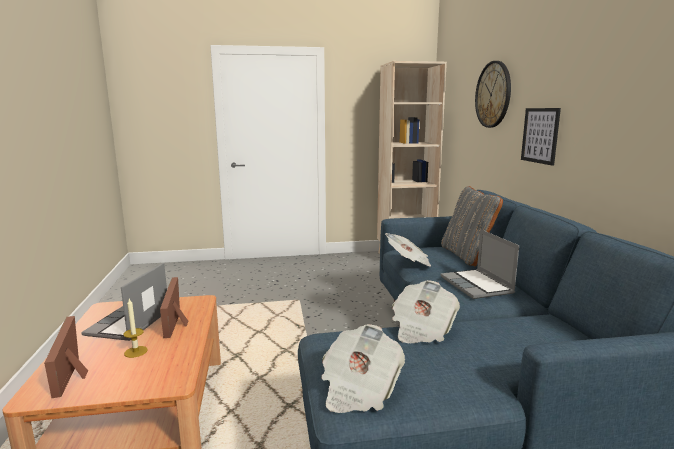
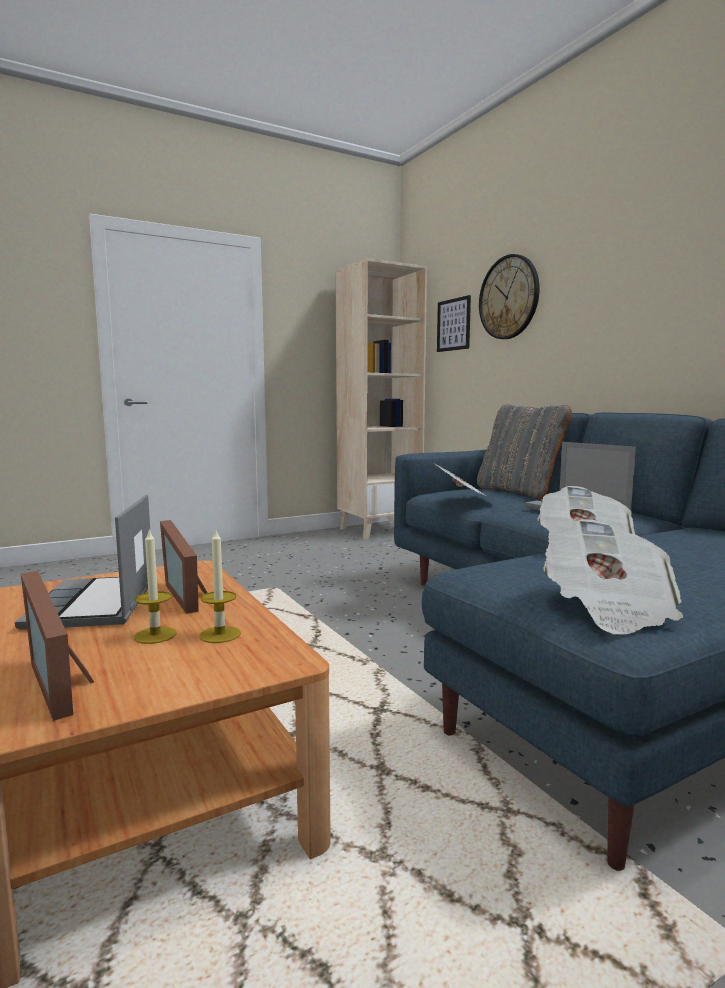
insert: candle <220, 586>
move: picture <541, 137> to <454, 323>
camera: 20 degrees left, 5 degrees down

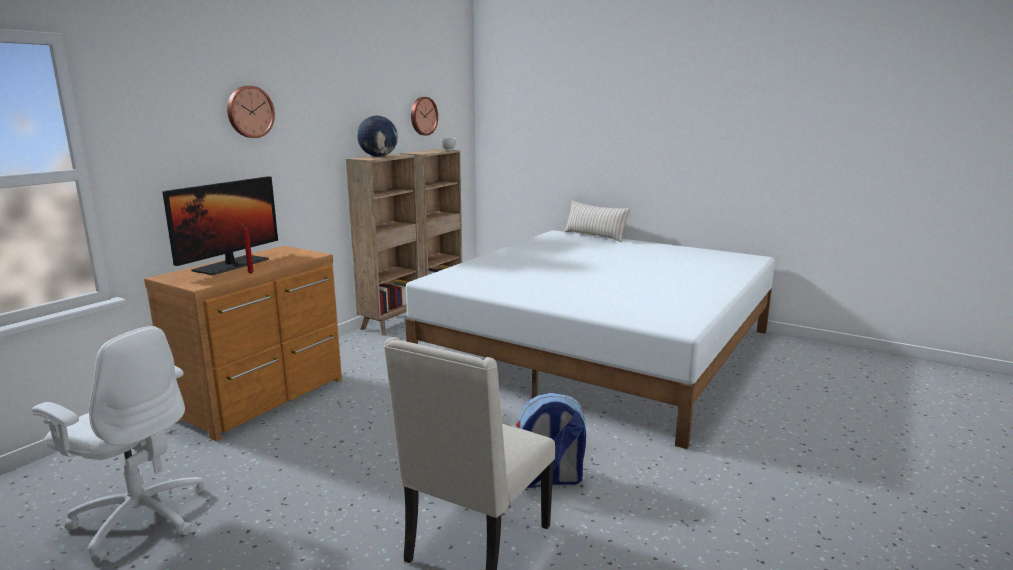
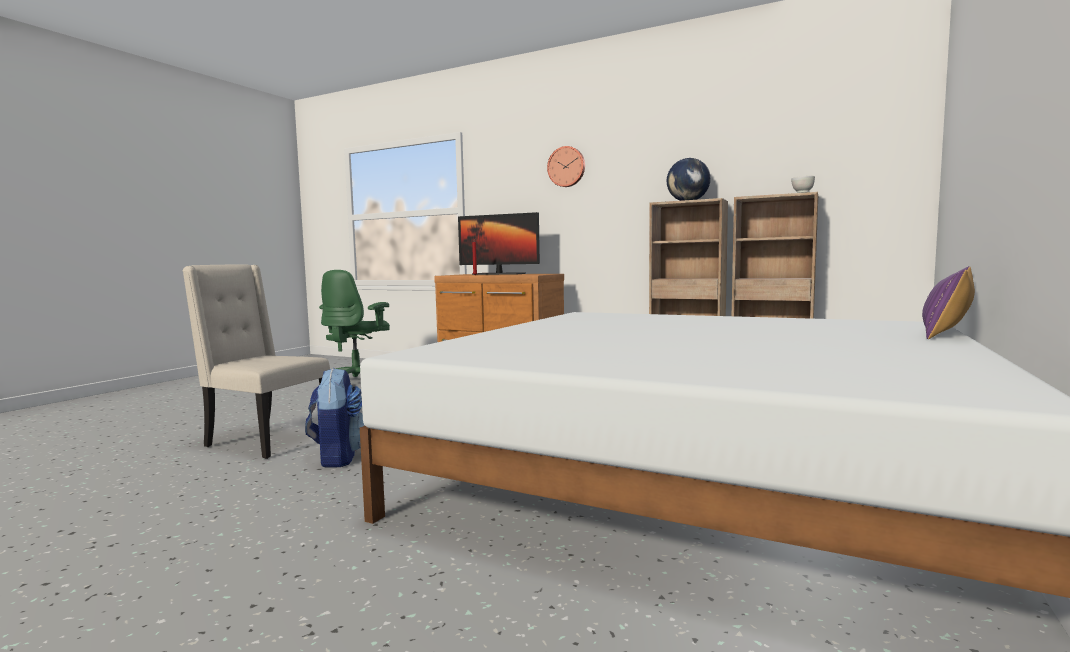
delete: wall clock <424, 116>
recolor: office chair (white) <118, 444> to office chair (green) <354, 323>; pillow (beige) <597, 221> to pillow (purple) <948, 302>
camera: 85 degrees right, 10 degrees down

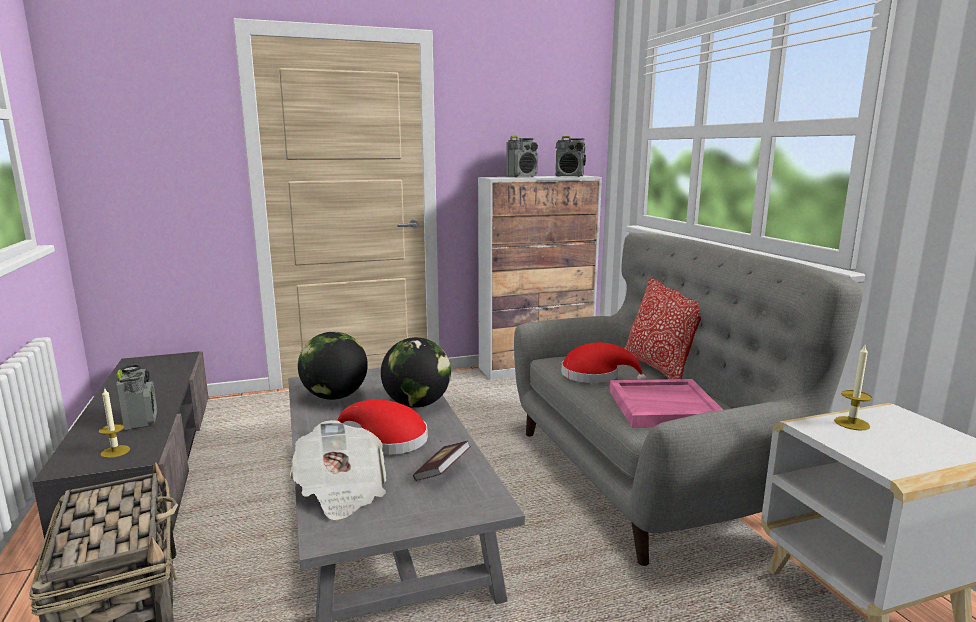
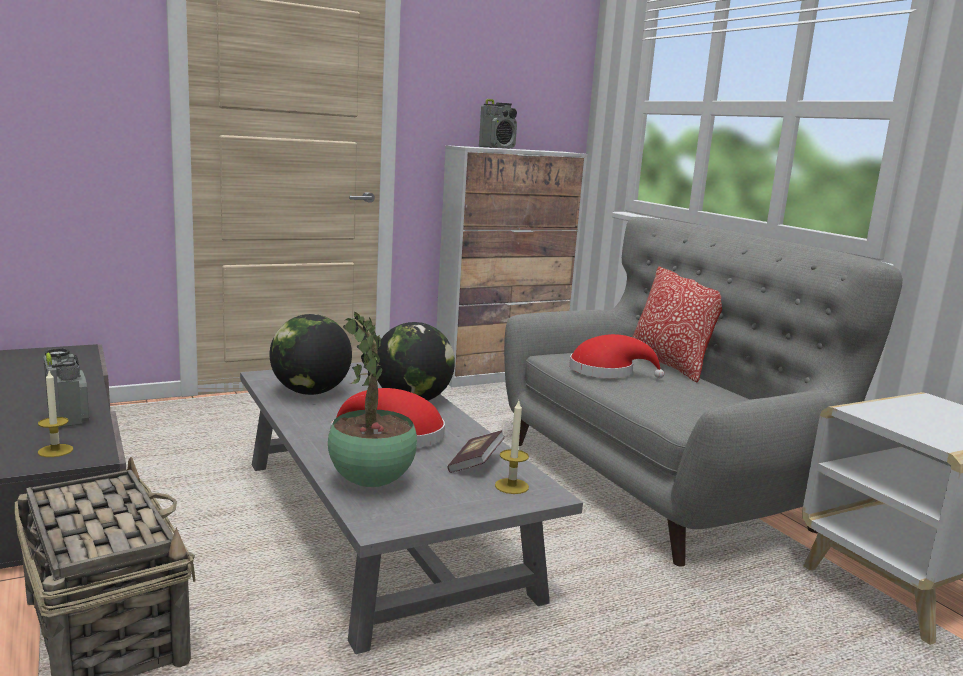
delete: radio <571, 156>; tray (pink) <666, 403>
move: candle <853, 387> to <512, 447>
replace: newspaper <338, 470> to potted plant <372, 399>
camera: 10 degrees left, 0 degrees up

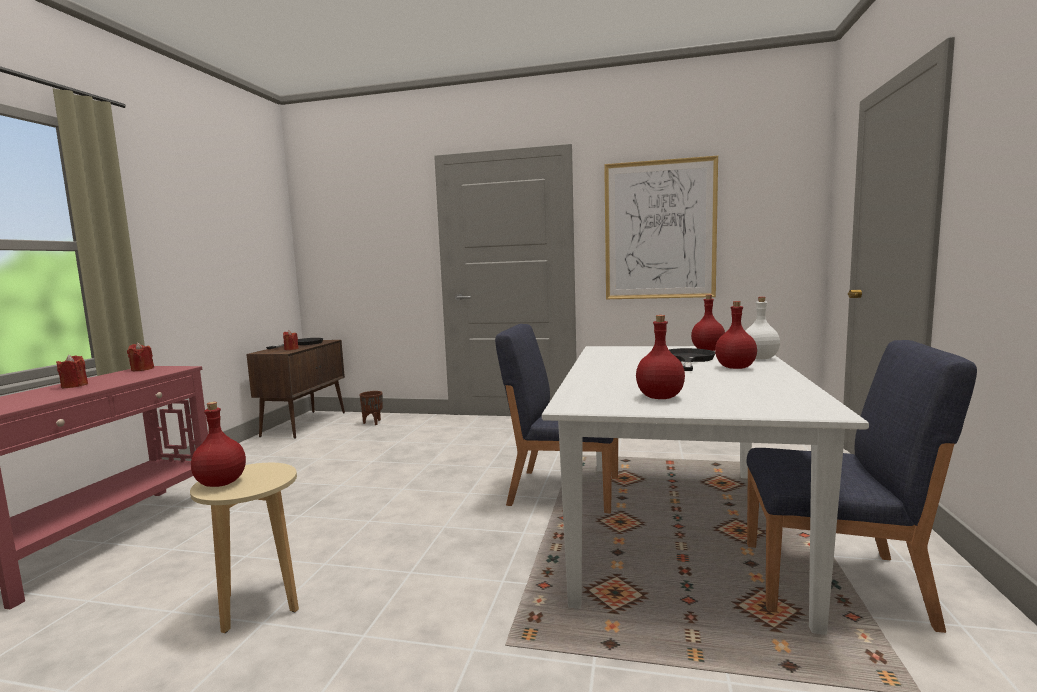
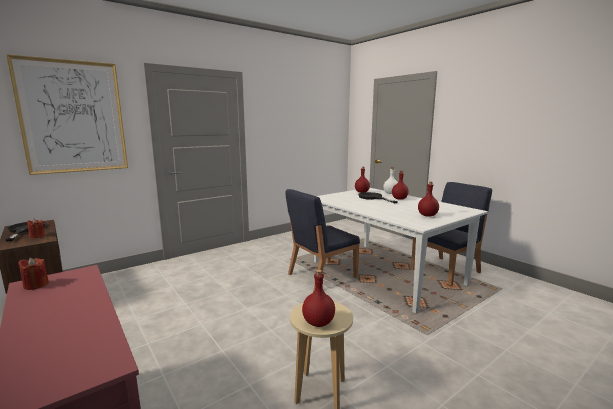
delete: candle (red) <72, 371>; planter (brown) <371, 408>
move: picture <661, 227> to <67, 114>
camera: 50 degrees left, 5 degrees up

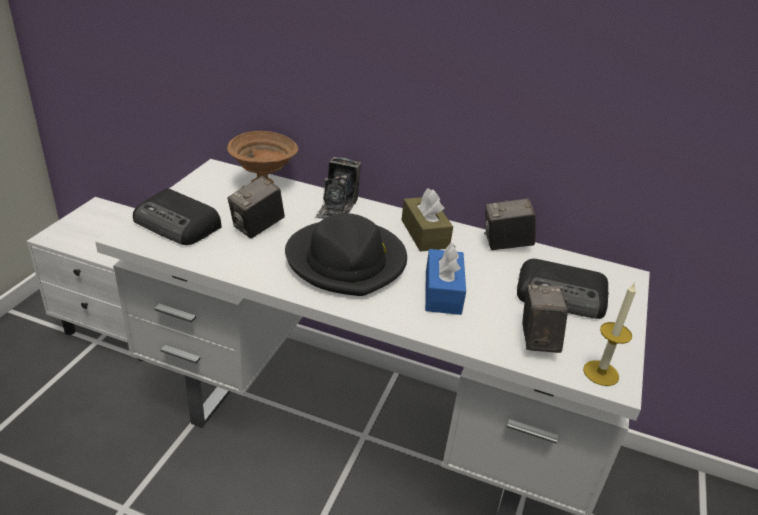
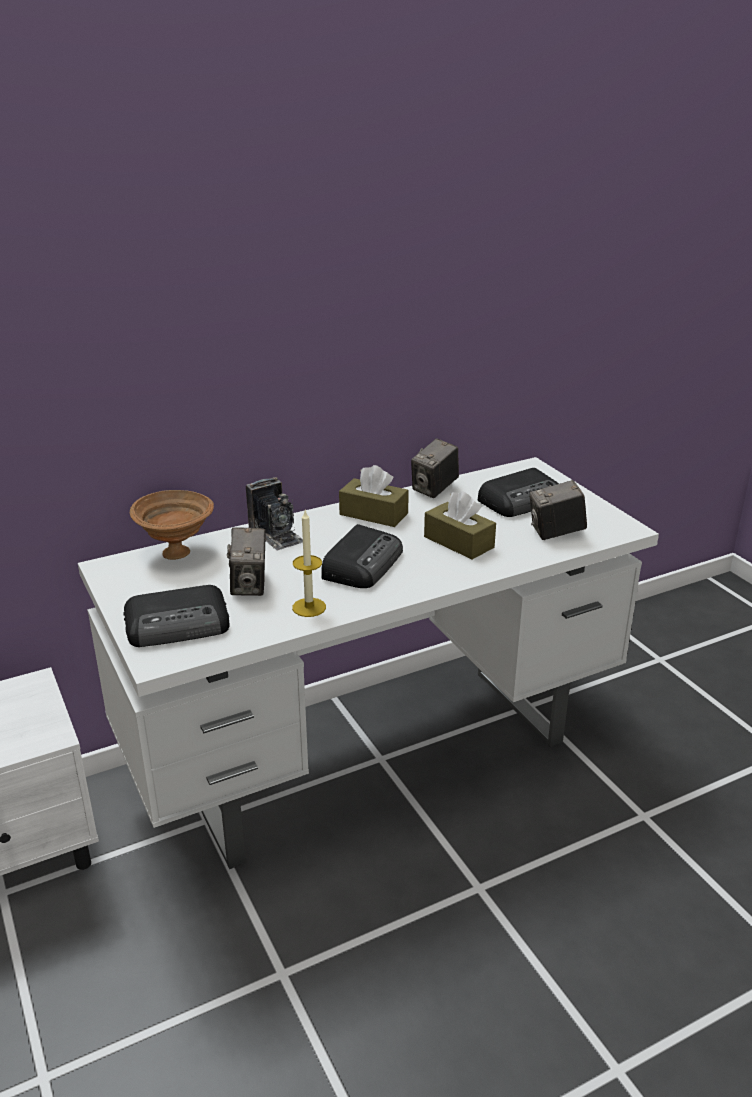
move: candle <609, 334> to <309, 563>
replace: hat (black) <346, 254> to radio <362, 556>
recolor: tissue box (blue) <445, 279> to tissue box (brown) <460, 525>
rotate: photo camera <545, 319> = <558, 510> 60 degrees counterclockwise
camera: 45 degrees left, 5 degrees down

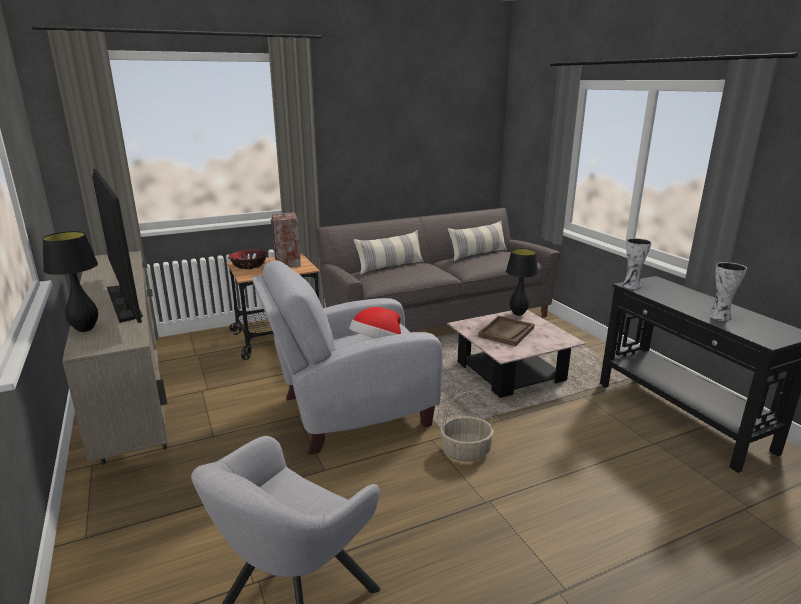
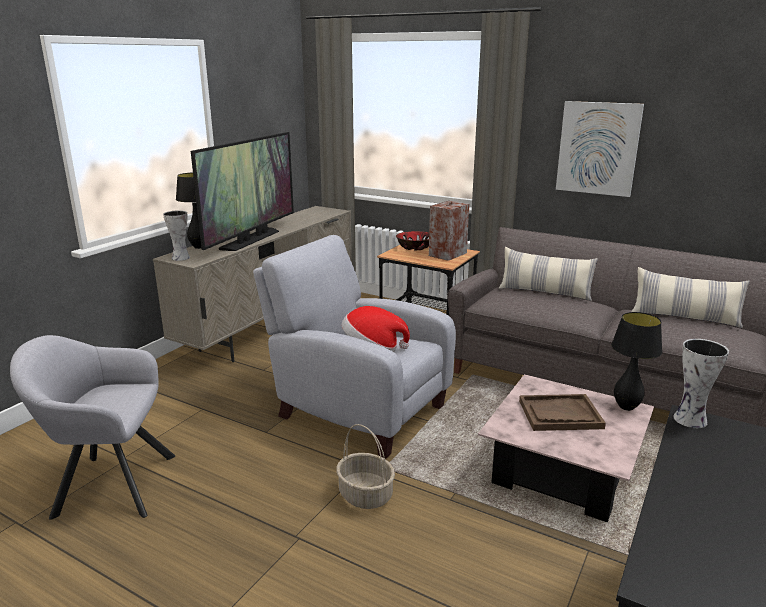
insert: picture <600, 149>
move: vase <727, 291> to <176, 235>
camera: 55 degrees right, 0 degrees up

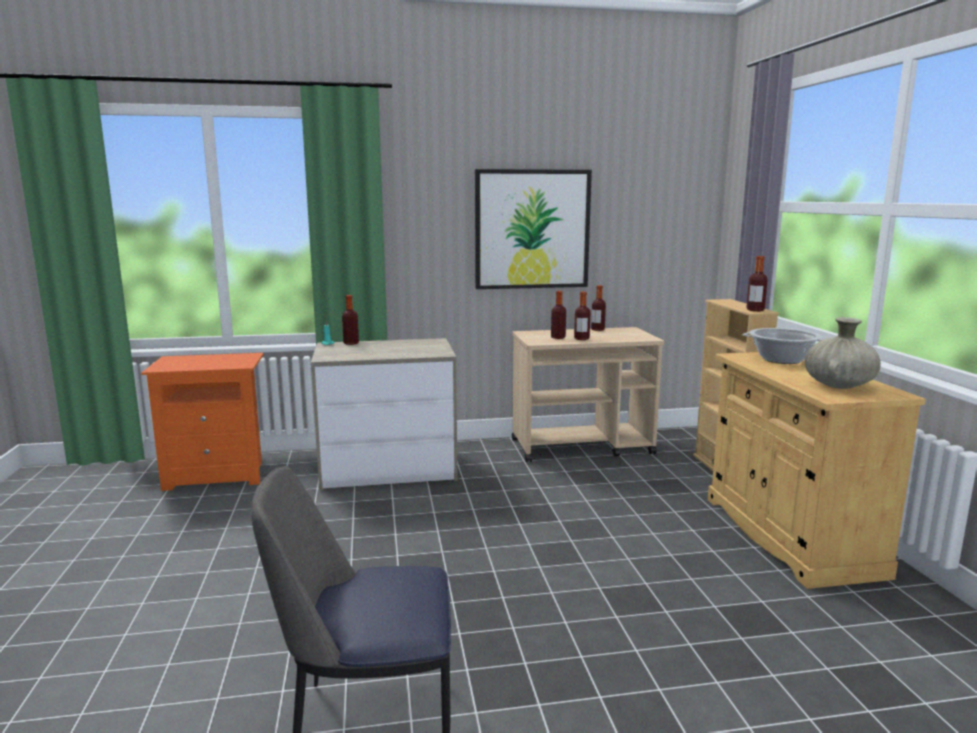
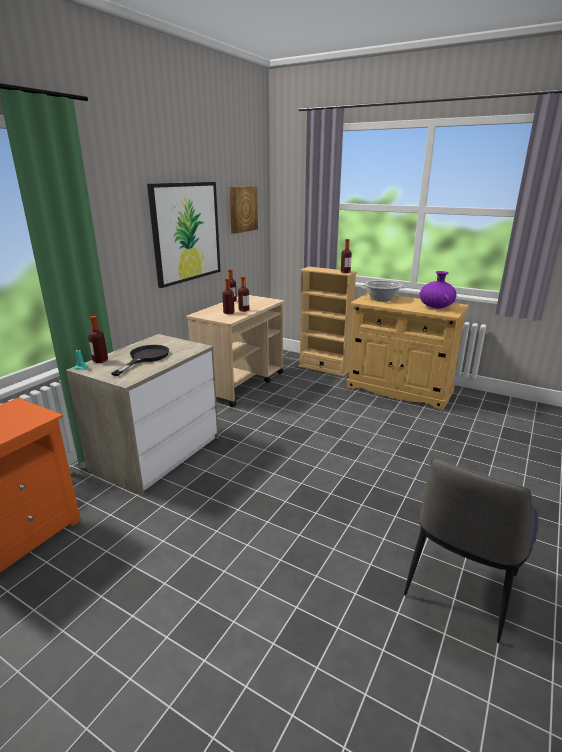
insert: frying pan (black) <140, 360>; picture <244, 210>
recolor: vase (beige) <843, 353> to vase (purple) <438, 290>
camera: 50 degrees left, 10 degrees up

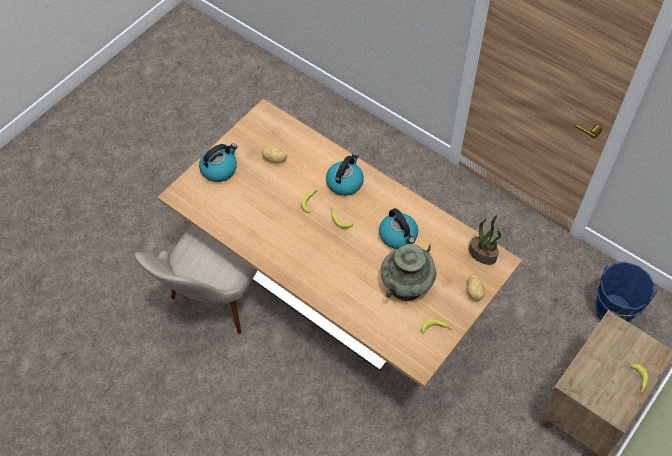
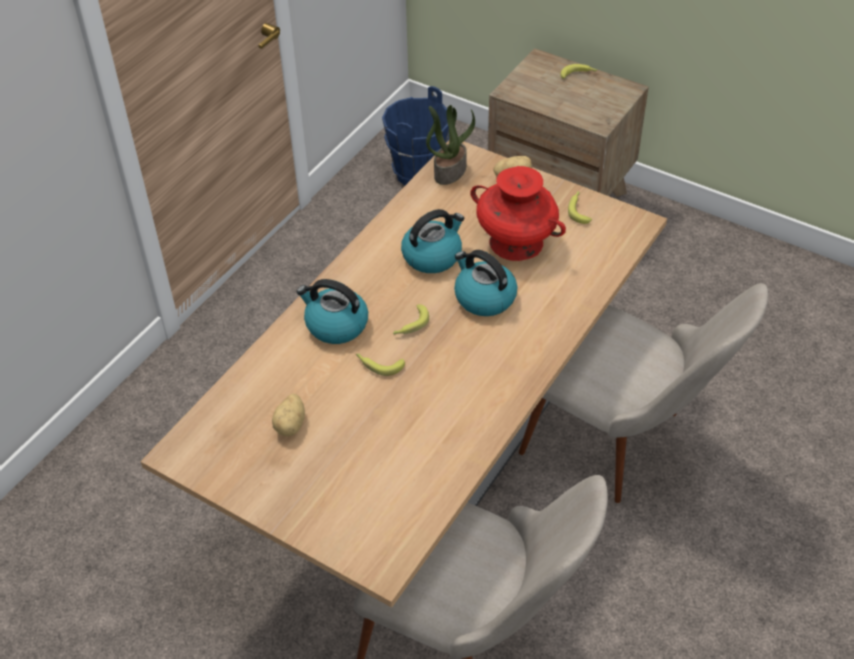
insert: chair (beige) <643, 393>
move: kettle <218, 163> to <485, 283>
recolor: vase (turquoise) <408, 272> to vase (red) <518, 213>
camera: 95 degrees left, 10 degrees down

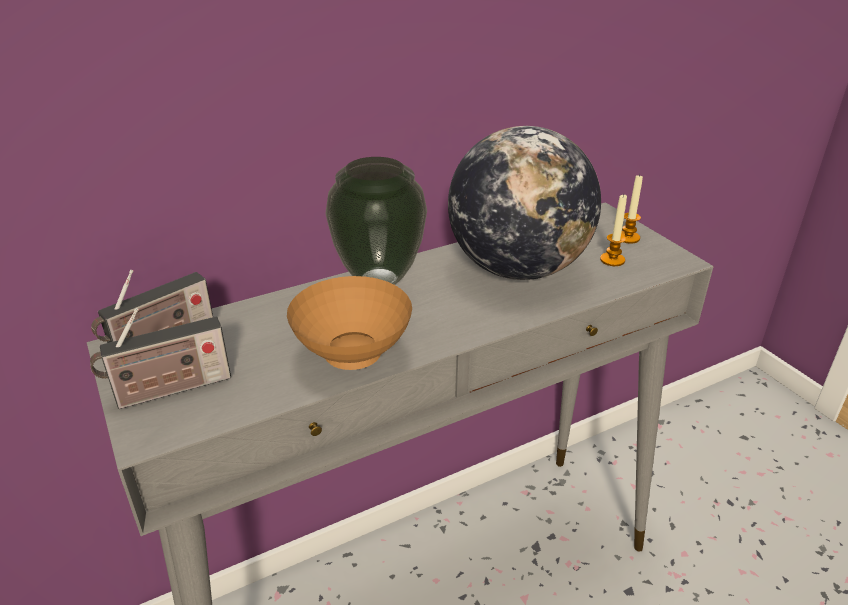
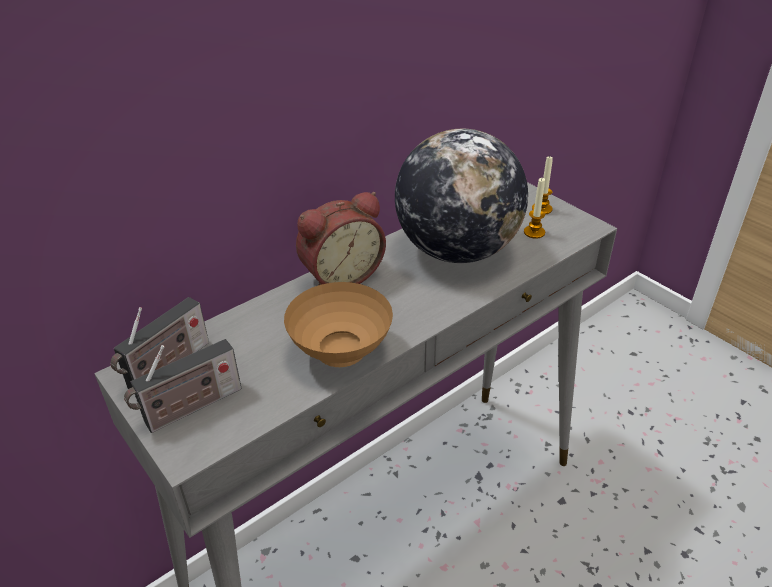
replace: vase <376, 221> to alarm clock <341, 238>
camera: 10 degrees left, 5 degrees up

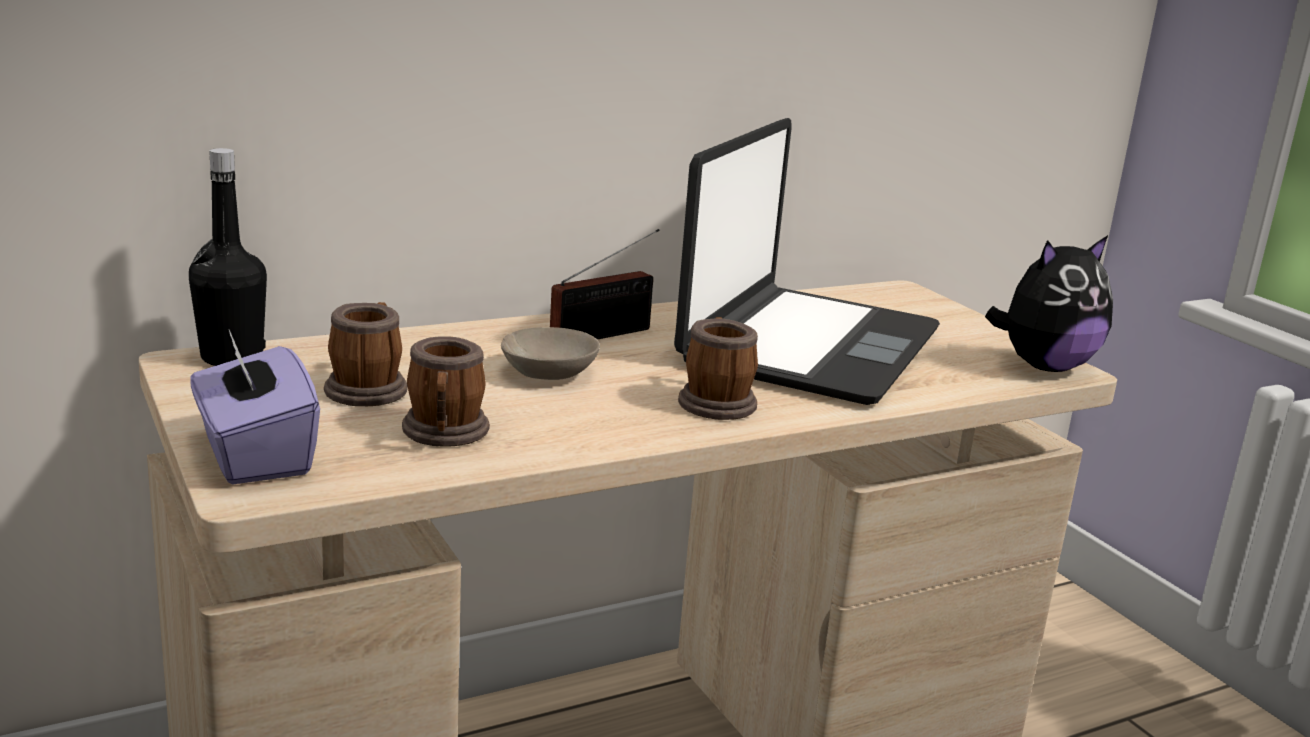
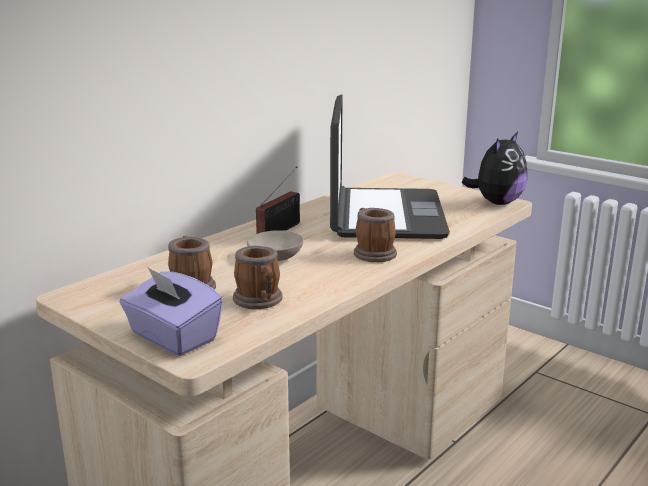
delete: bottle (black) <228, 257>
camera: 20 degrees left, 0 degrees up

